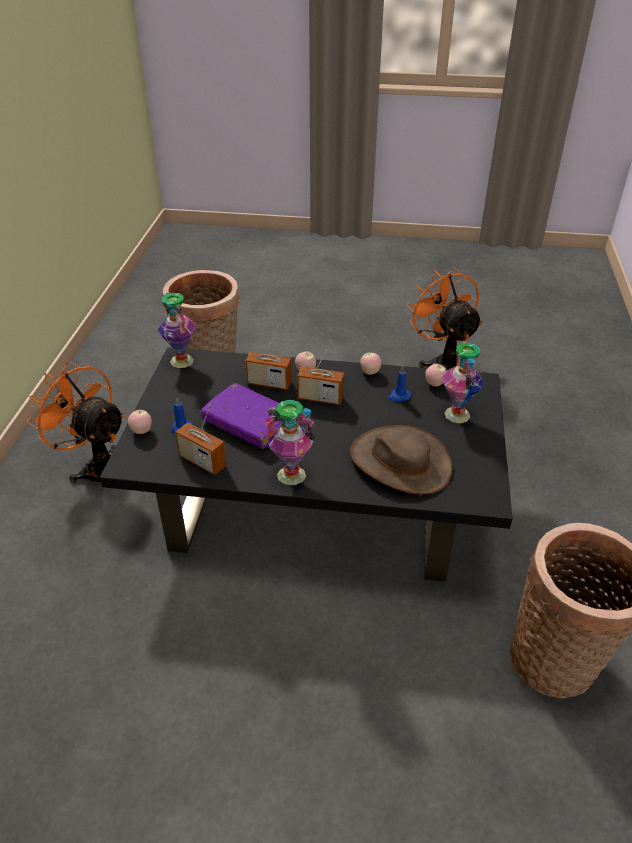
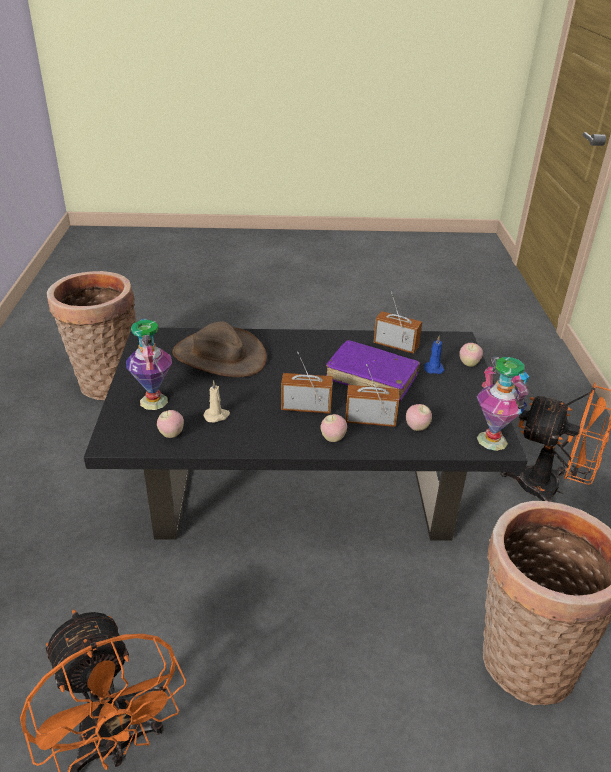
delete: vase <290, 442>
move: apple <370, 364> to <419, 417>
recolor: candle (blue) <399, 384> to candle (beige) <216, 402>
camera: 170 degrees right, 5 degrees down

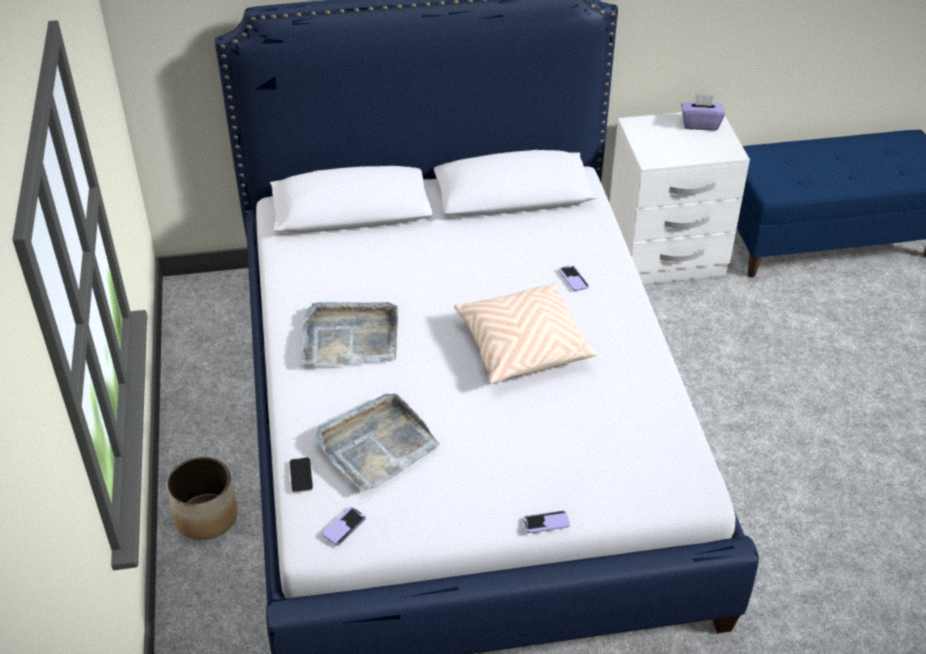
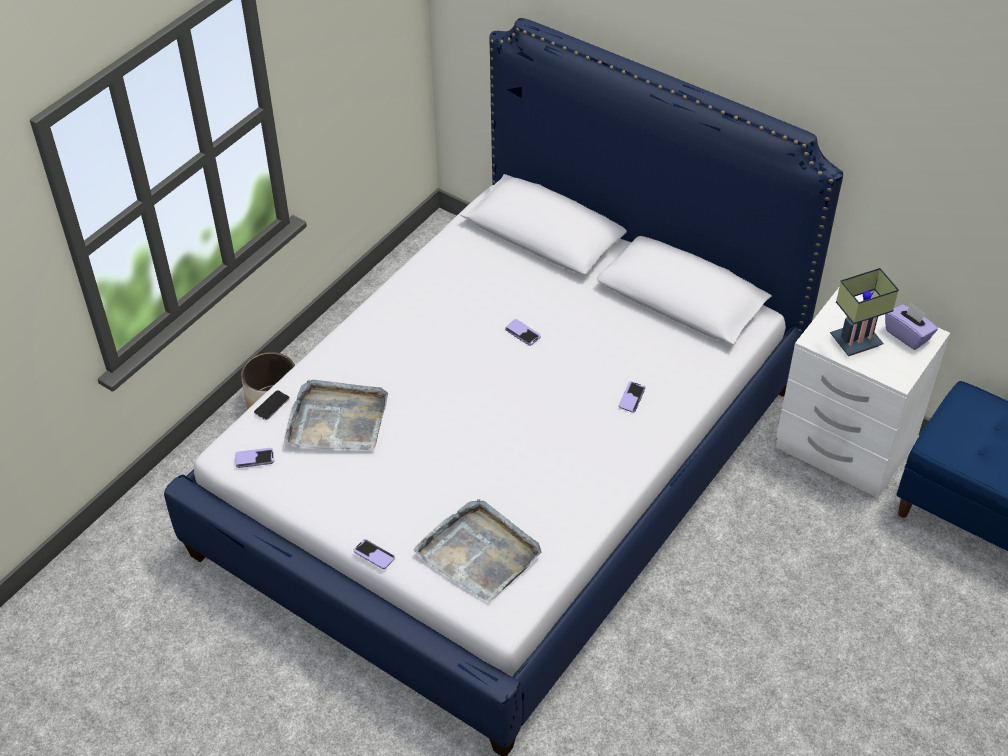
delete: pillow (beige) <526, 333>
insert: phone <523, 332>; table lamp <864, 312>
move: tray (grey) <349, 334> to <477, 550>
camera: 45 degrees right, 5 degrees up

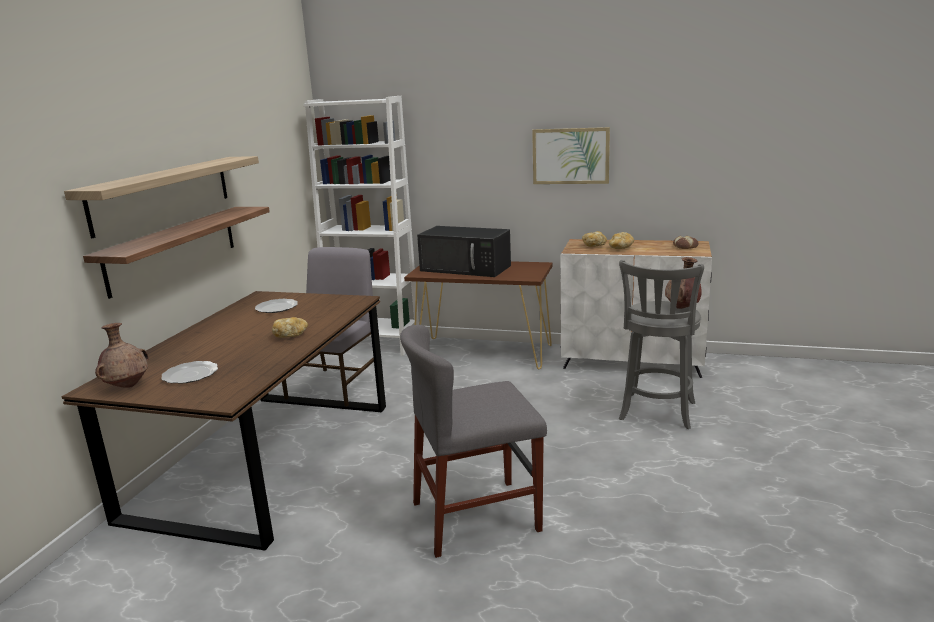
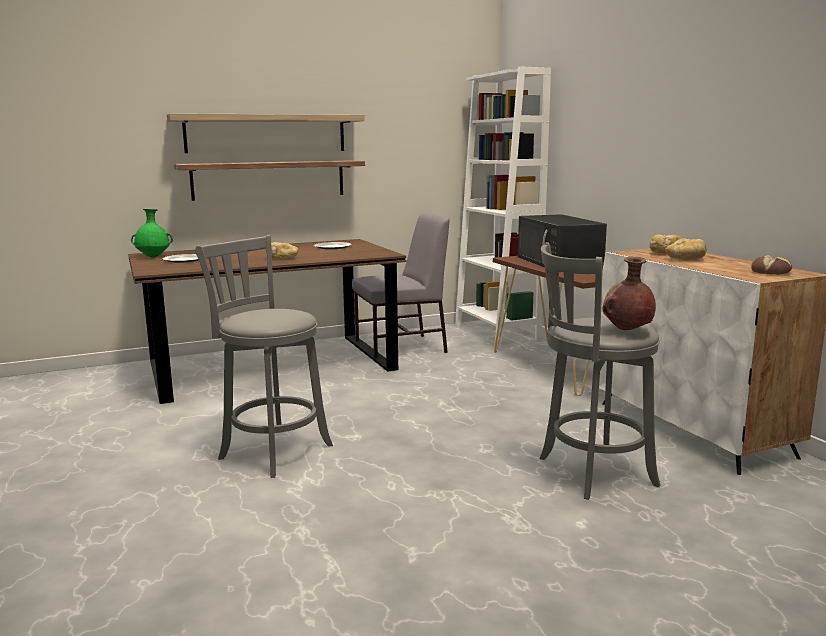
delete: picture <571, 155>
replace: chair (grey) <473, 441> to stool (grey) <264, 356>
recolor: vase (brown) <121, 355> to vase (green) <152, 233>
camera: 50 degrees right, 5 degrees down

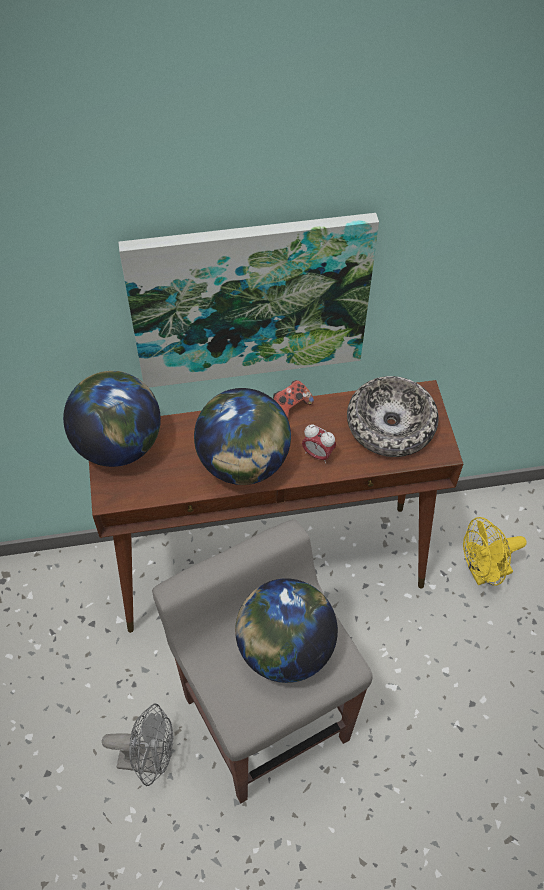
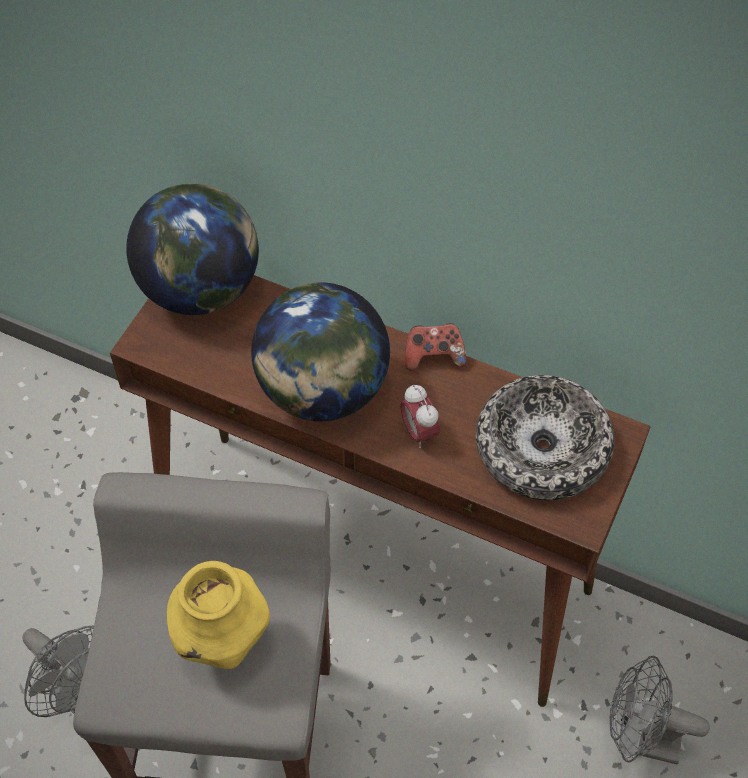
delete: picture <248, 300>
replace: globe <286, 630> to vase (yellow) <218, 615>
recolor: fan (yellow) <495, 551> to fan (grey) <660, 709>
camera: 35 degrees right, 0 degrees up

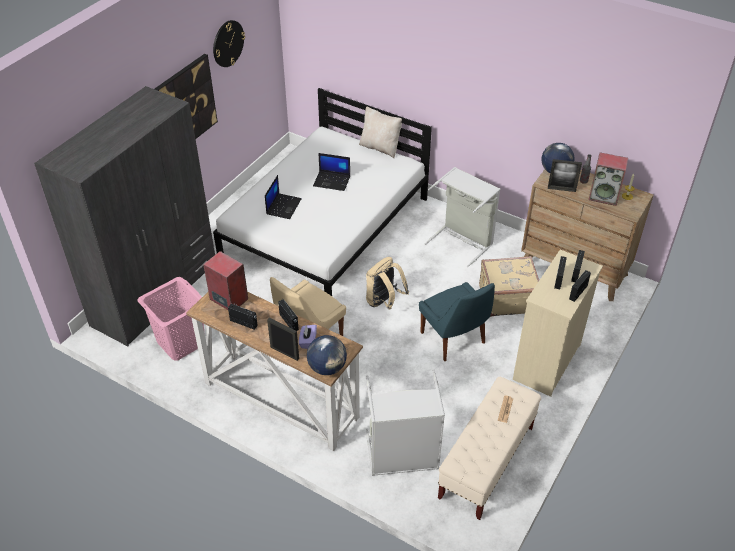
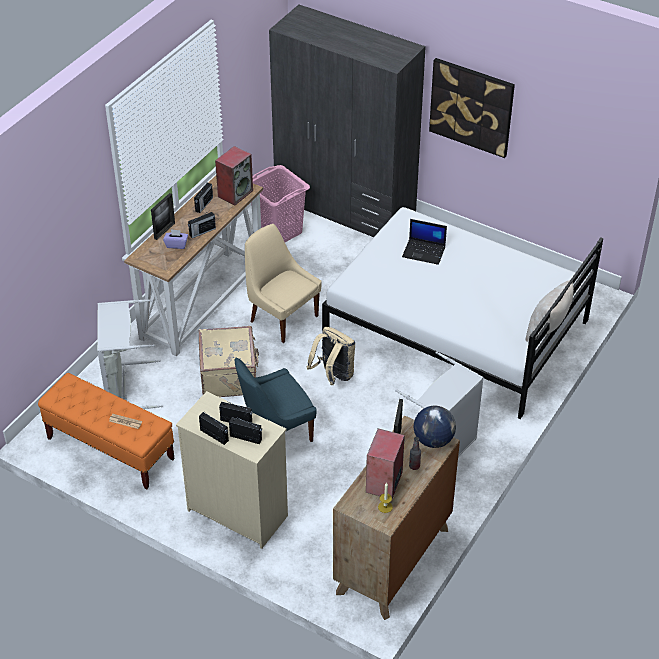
delete: wall clock <229, 43>; globe <327, 355>; laptop <331, 172>
move: suitcase (beige) <509, 286> to <229, 361>
recolor: bench (beige) <489, 448> to bench (orange) <106, 431>
camera: 90 degrees right, 0 degrees up

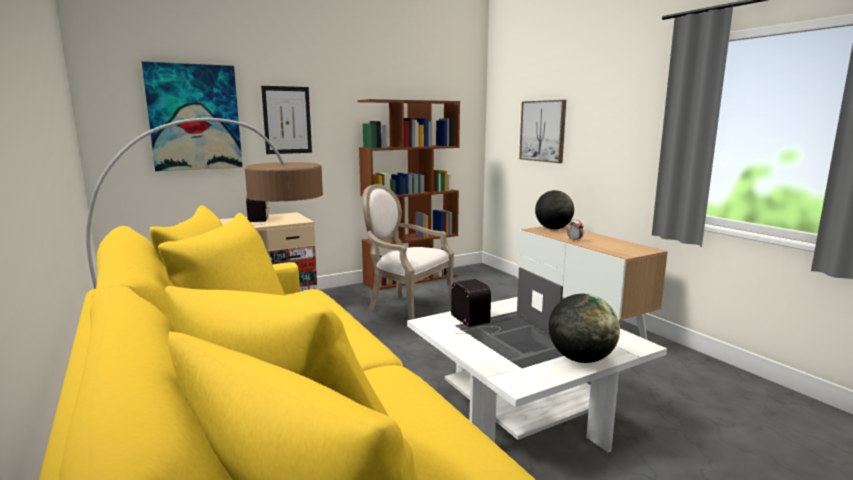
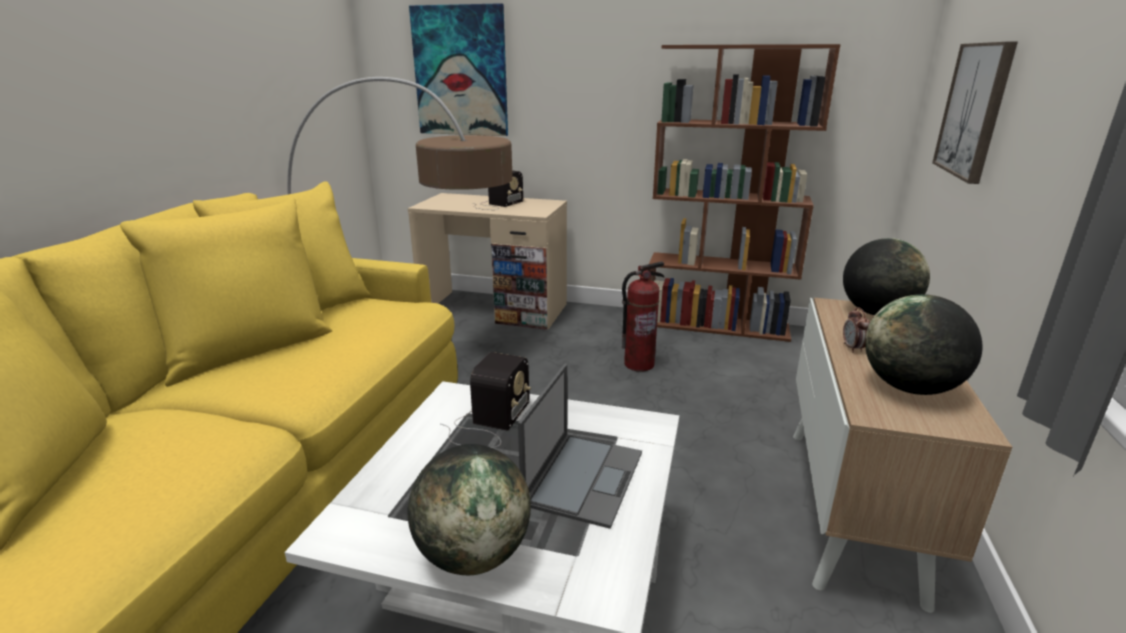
delete: picture <286, 120>
insert: globe <923, 344>
replace: armchair <408, 252> to fire extinguisher <643, 316>
camera: 45 degrees right, 10 degrees up

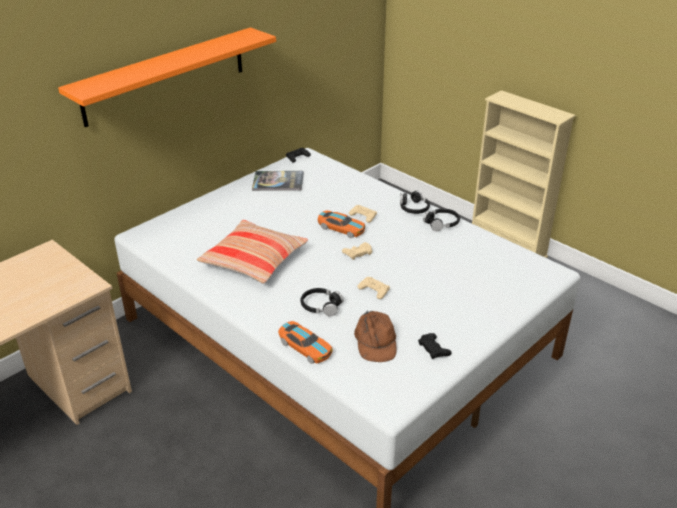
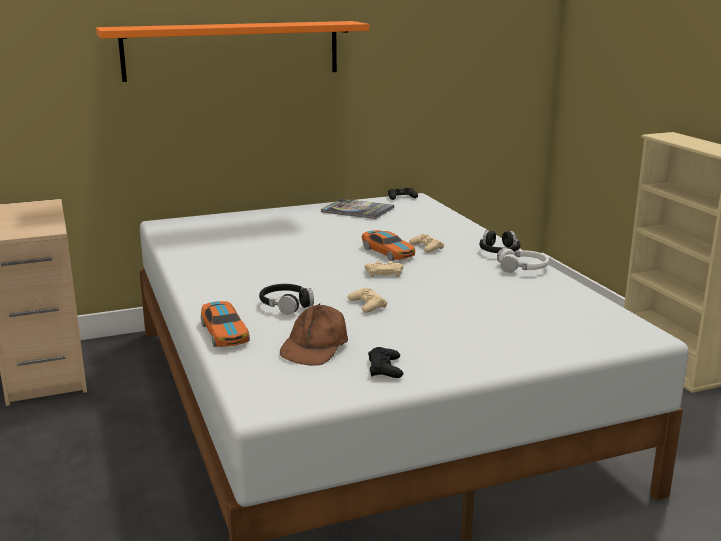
delete: pillow <252, 252>
recolor: headphones (black) <441, 220> to headphones (white) <523, 260>
camera: 25 degrees right, 15 degrees down

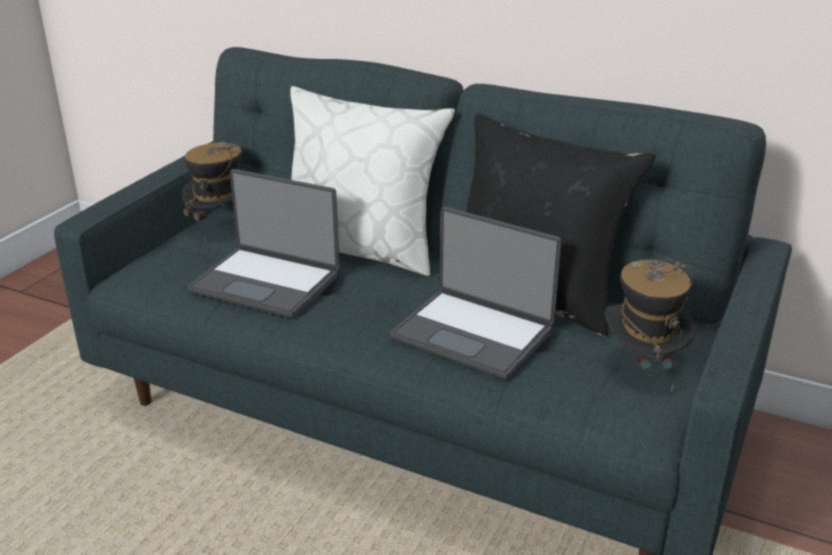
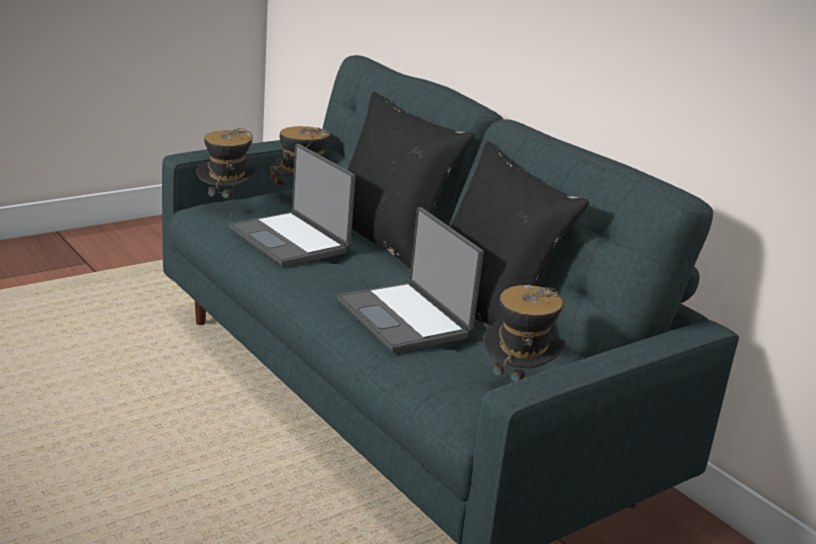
insert: hat <227, 172>
recolor: pillow (white) <372, 181> to pillow (black) <411, 180>
camera: 25 degrees right, 5 degrees down

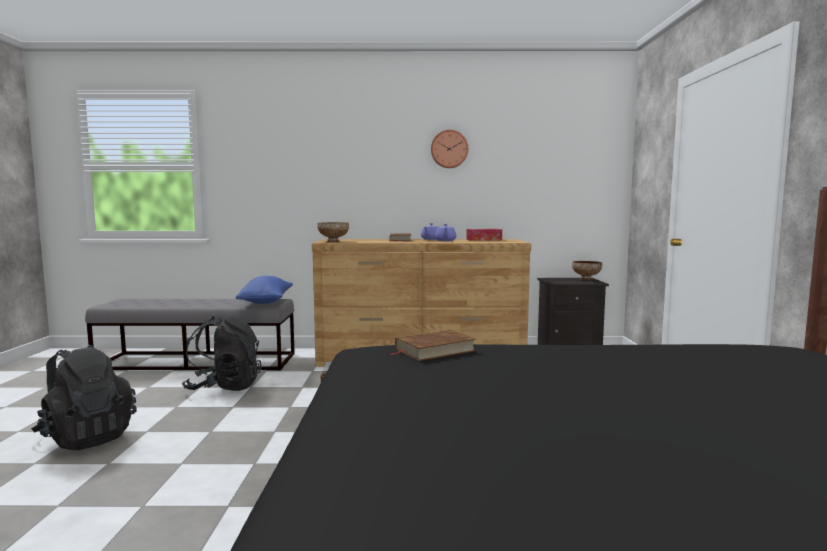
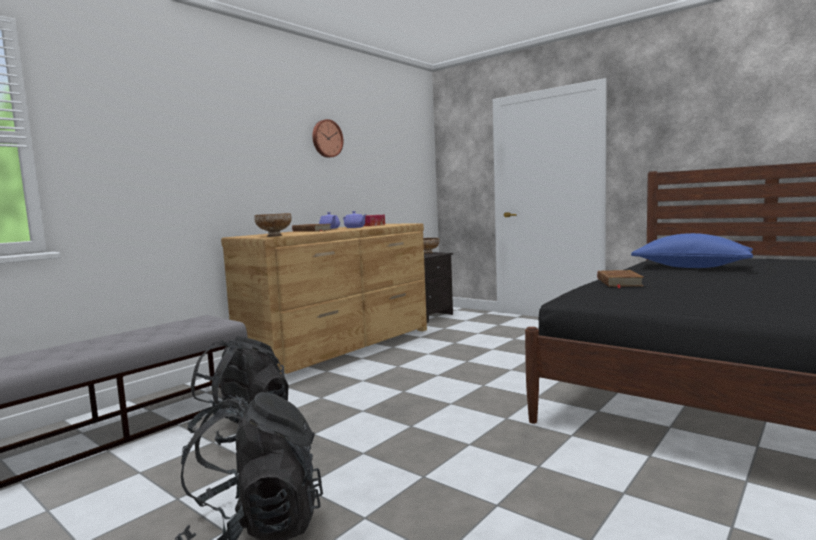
move: pillow (blue) <264, 290> to <692, 250>
camera: 50 degrees left, 0 degrees up

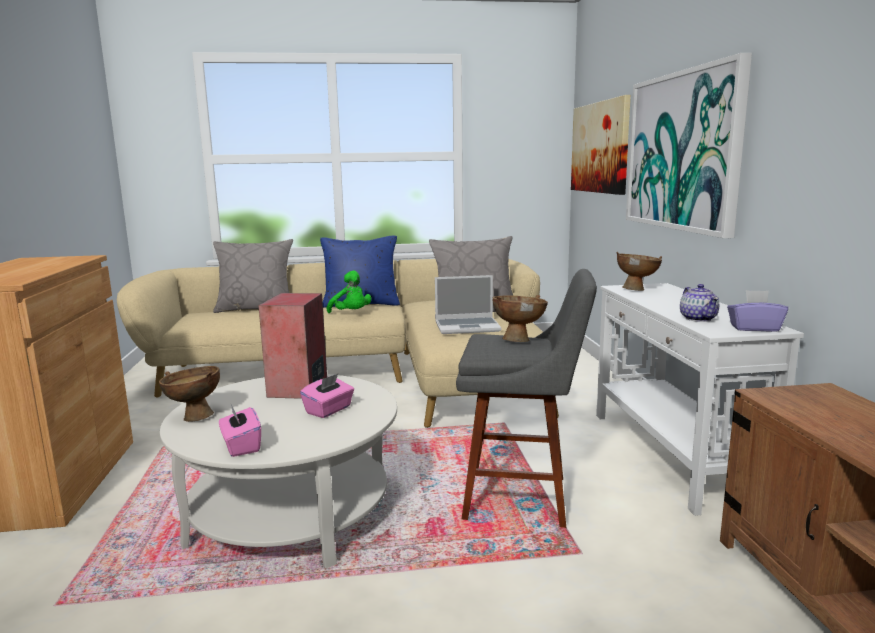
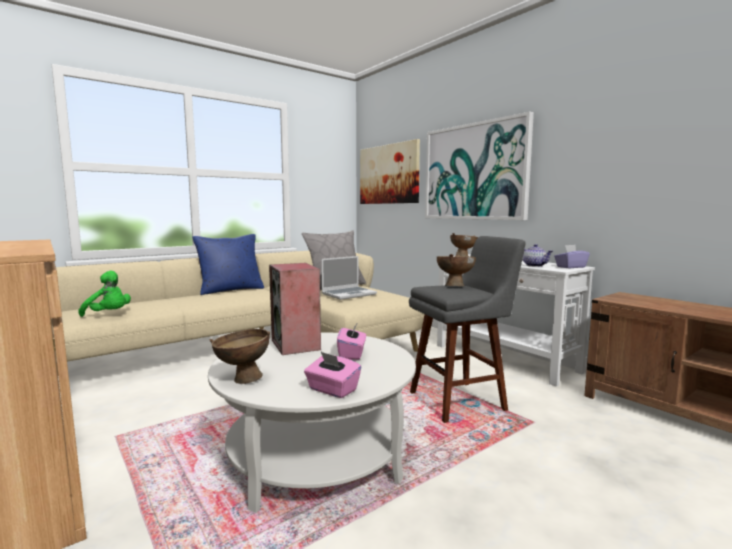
delete: pillow (grey) <253, 276>
move: plush toy (green) <349, 291> to <104, 294>
camera: 30 degrees left, 5 degrees down

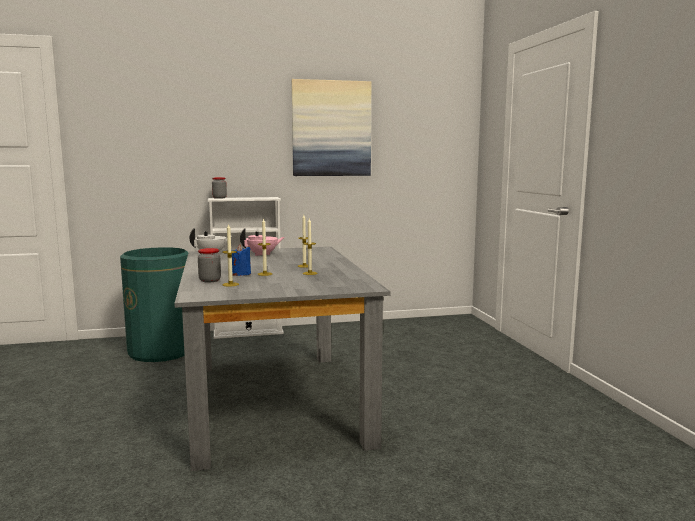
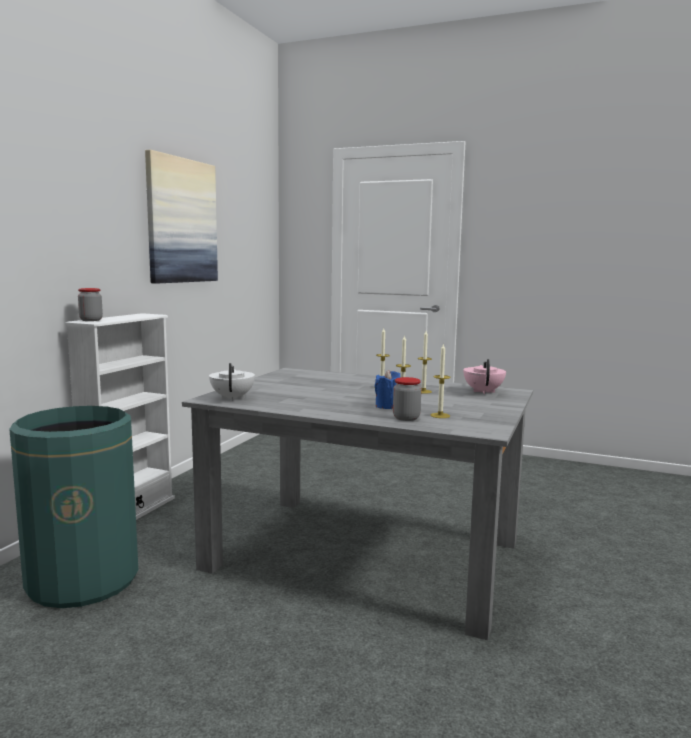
move: teapot (pink) <262, 242> to <484, 376>
camera: 55 degrees left, 0 degrees up

